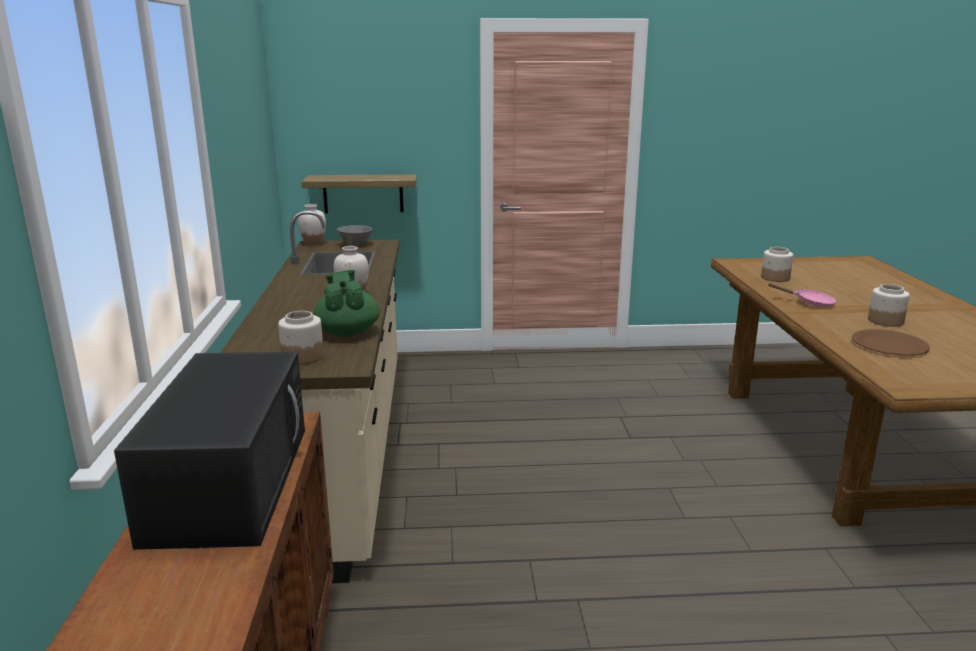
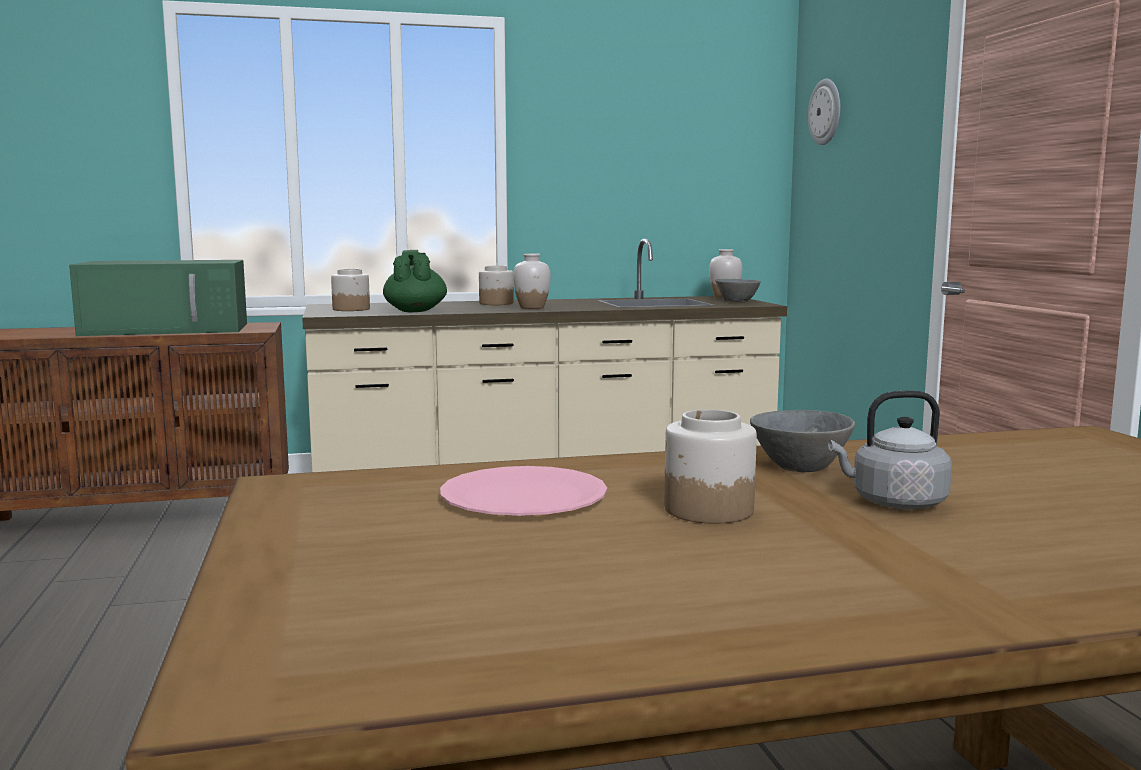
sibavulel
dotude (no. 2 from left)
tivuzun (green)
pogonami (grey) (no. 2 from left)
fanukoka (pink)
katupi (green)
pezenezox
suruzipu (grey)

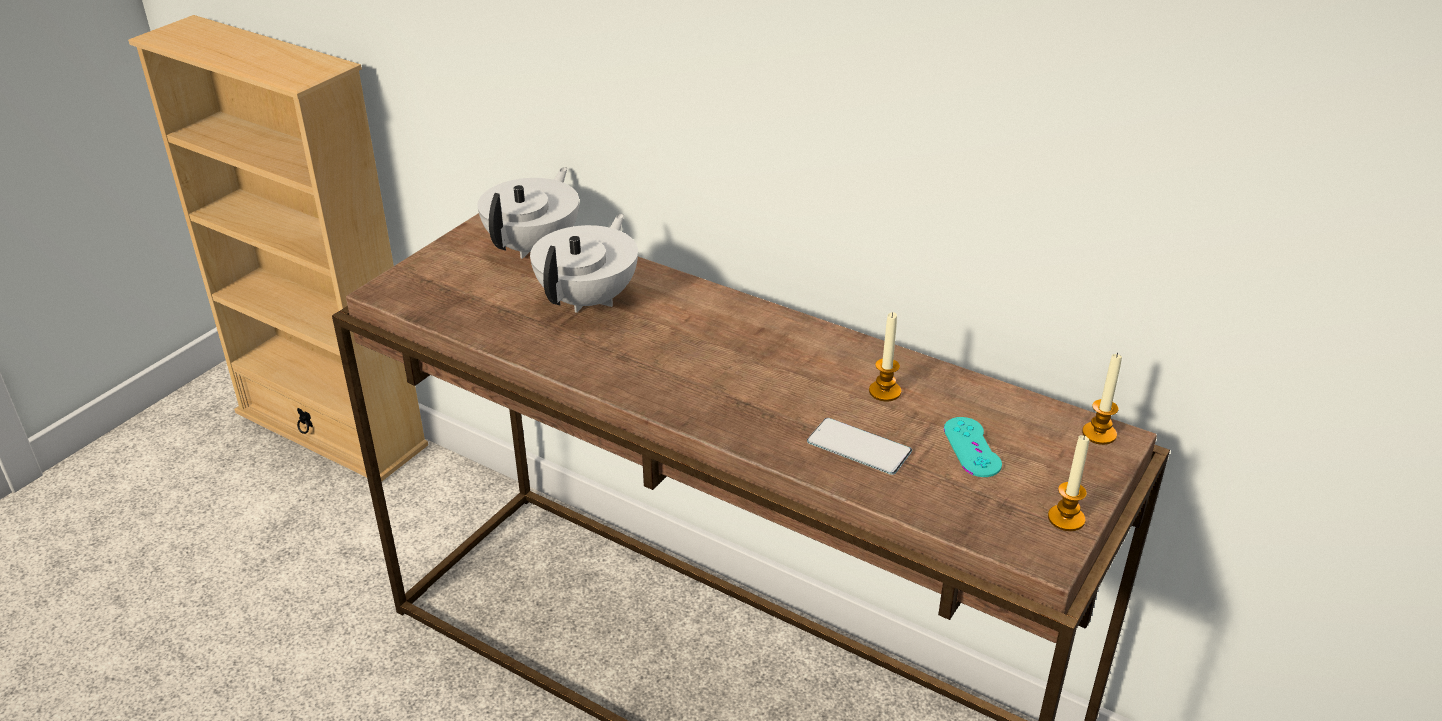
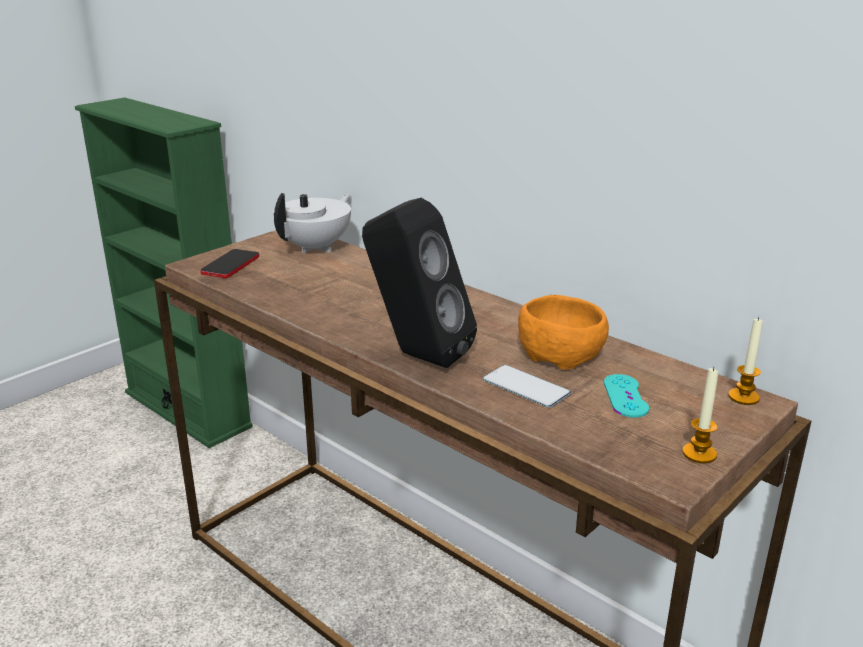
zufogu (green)
tivuzun (white) (no. 2 from left in the first image)
pogonami (orange)
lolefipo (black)
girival (no. 1 from left)

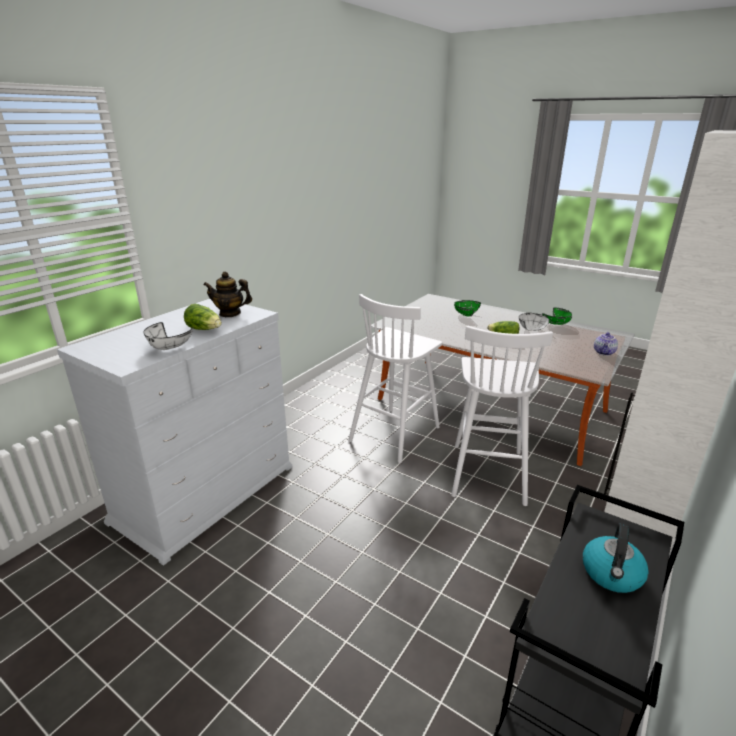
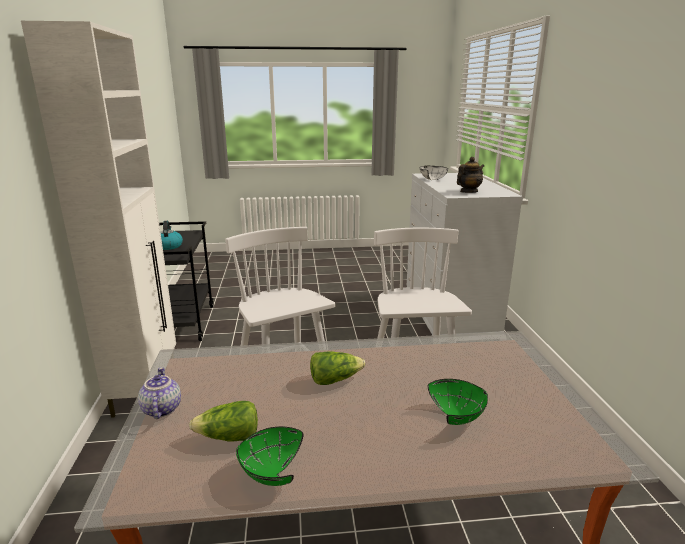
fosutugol (no. 1 from left)
pogonami (white) (no. 2 from left in the first image)

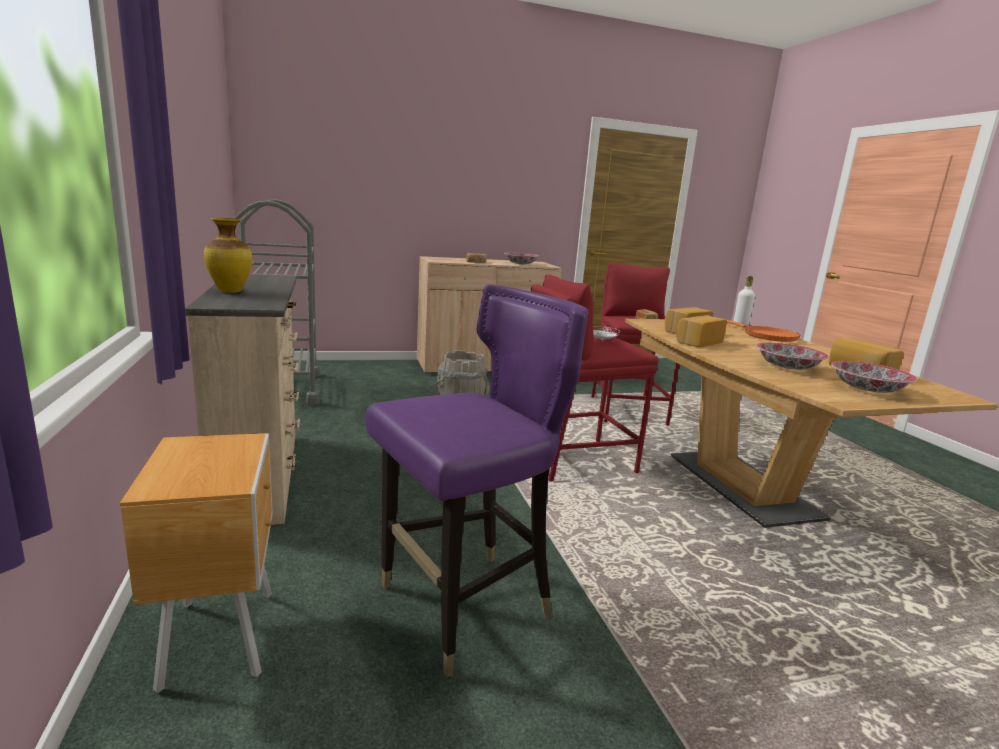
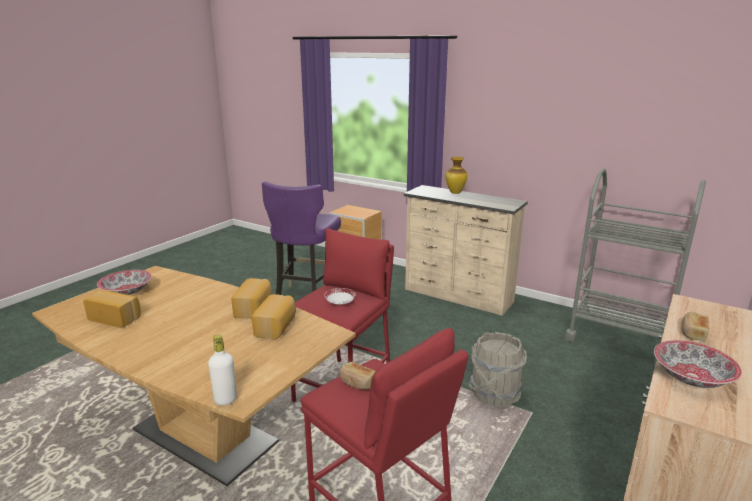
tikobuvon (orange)
pogonami (no. 2 from left in the first image)

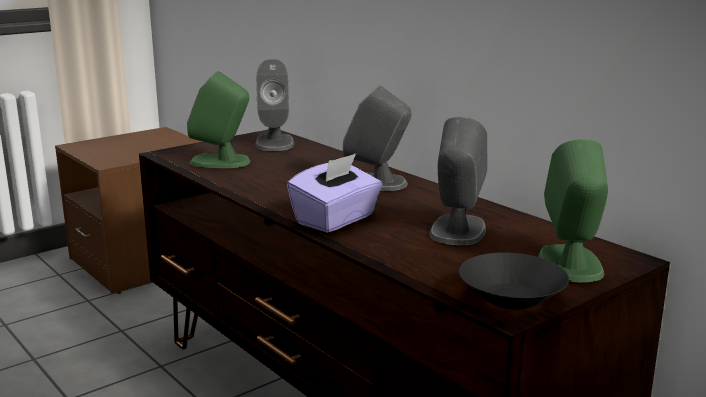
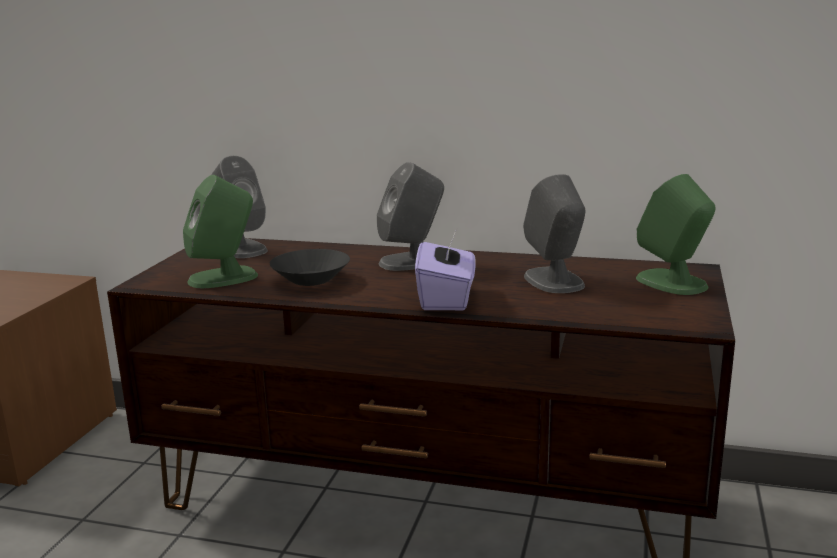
pogonami (black)

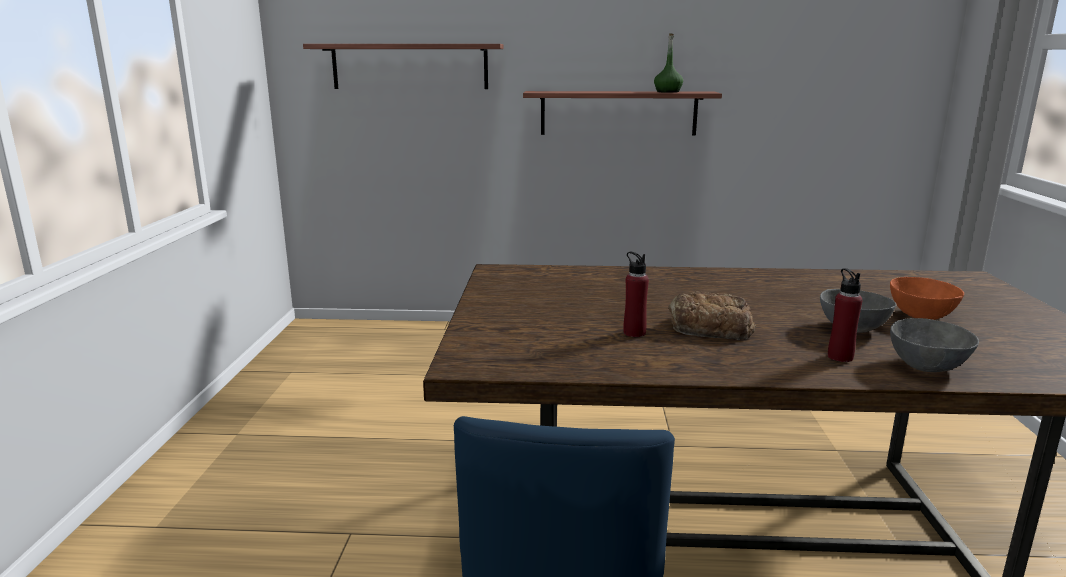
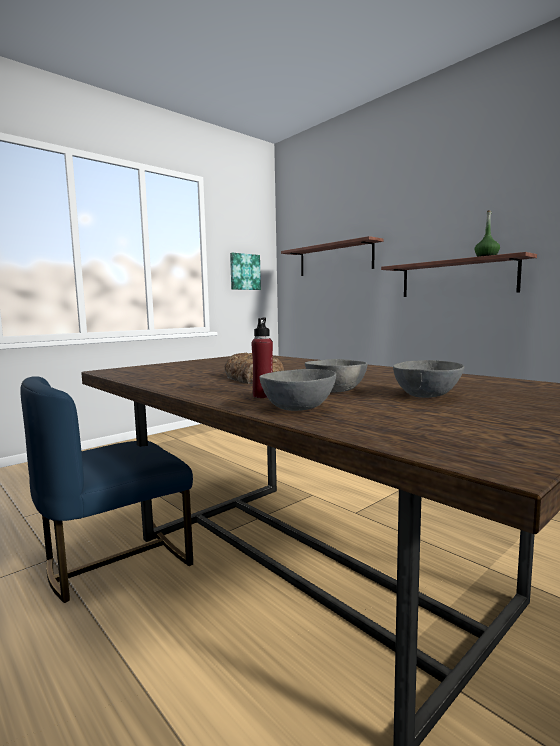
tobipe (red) (no. 1 from left in the first image)
pogonami (grey) (no. 3 from left)
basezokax

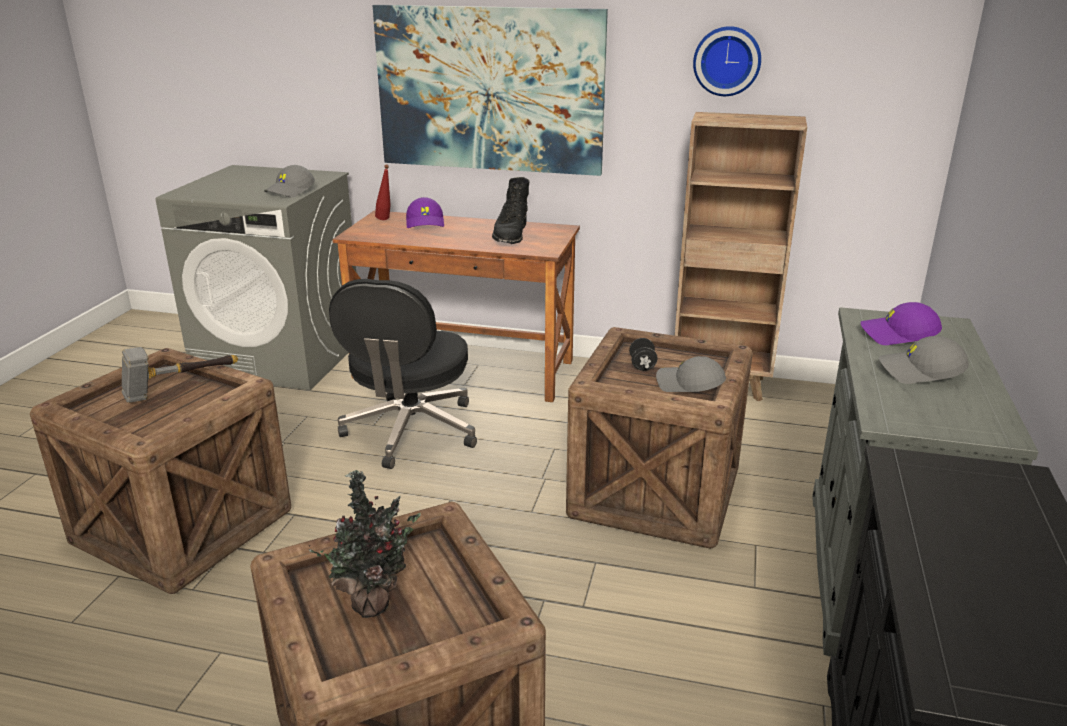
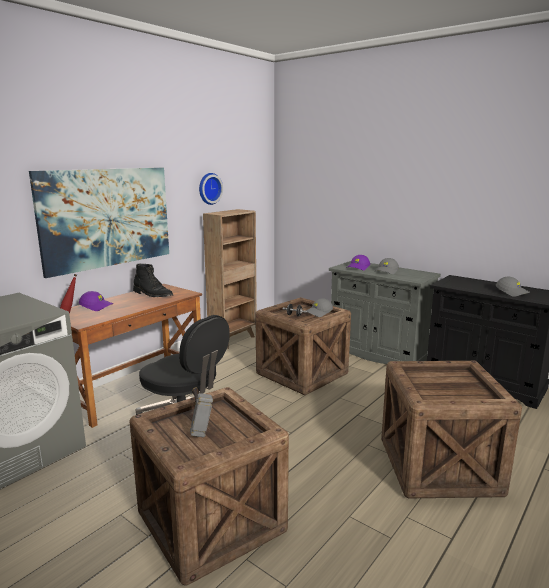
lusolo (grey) (no. 3 from left)
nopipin

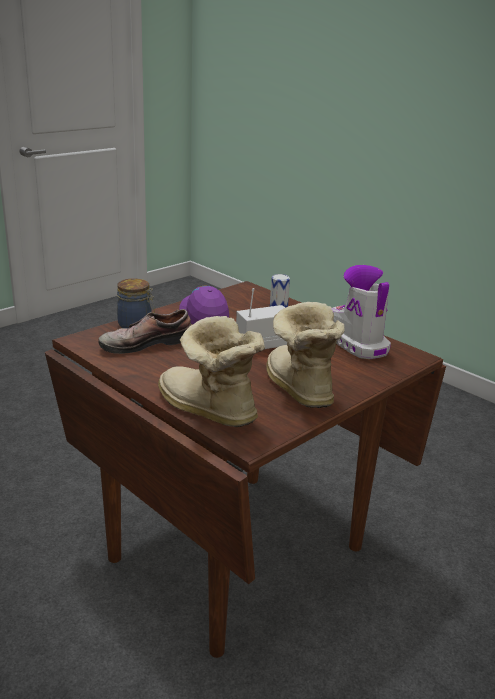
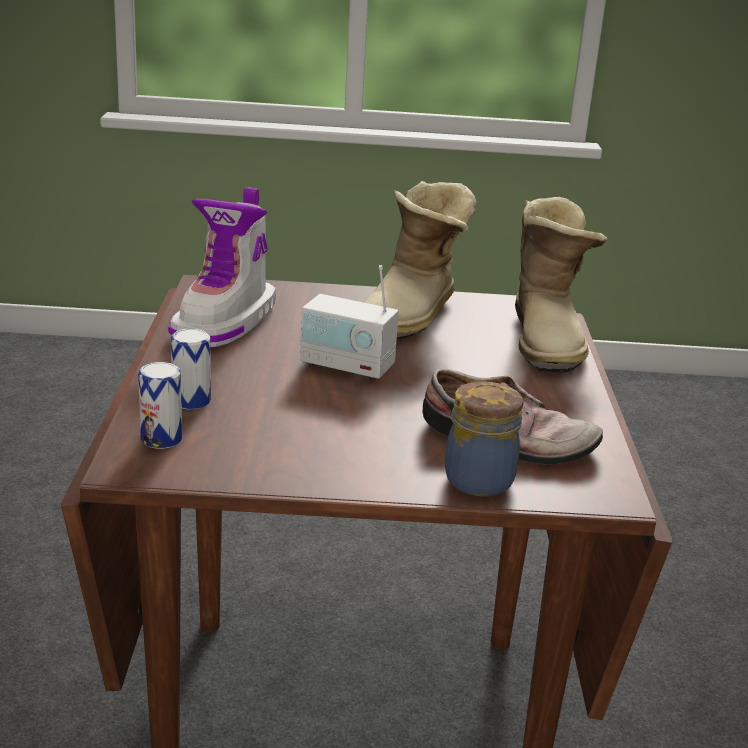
lusolo (purple)
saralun (no. 1 from left)

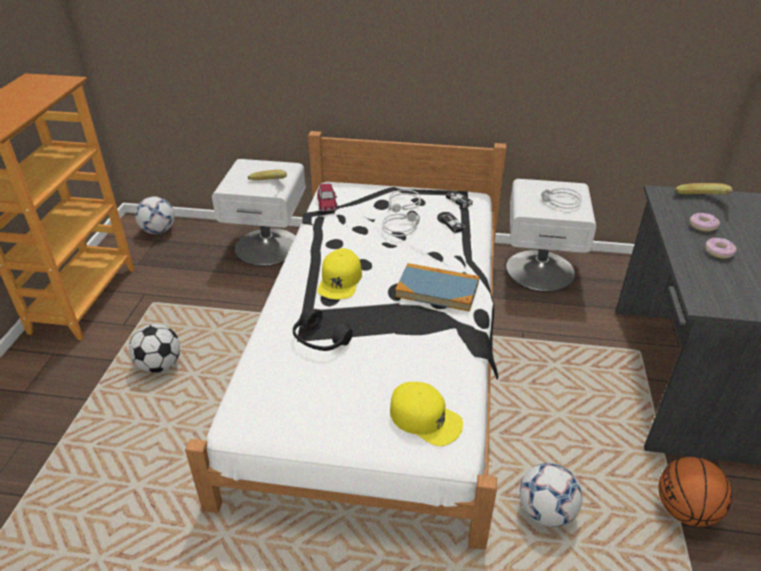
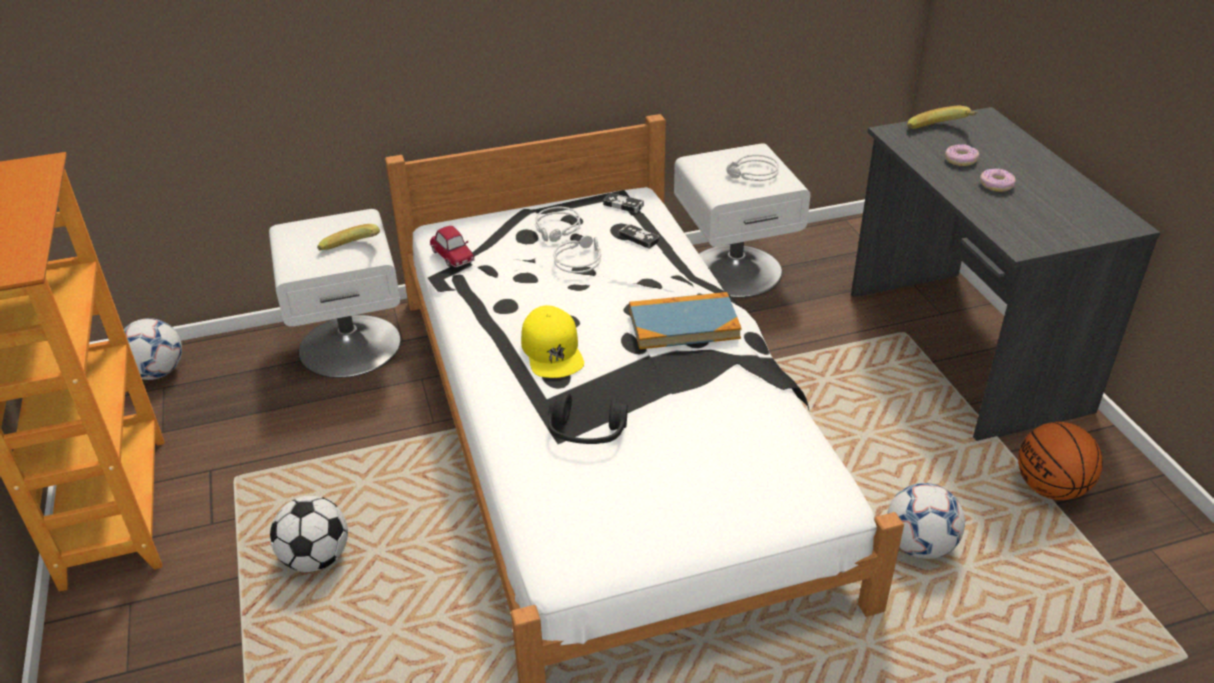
lusolo (yellow) (no. 2 from left in the first image)

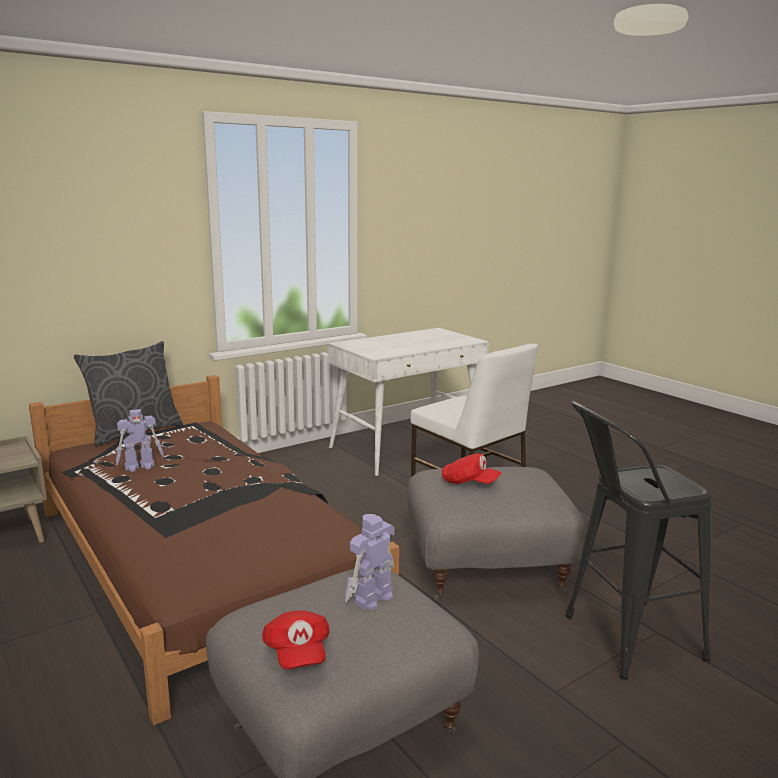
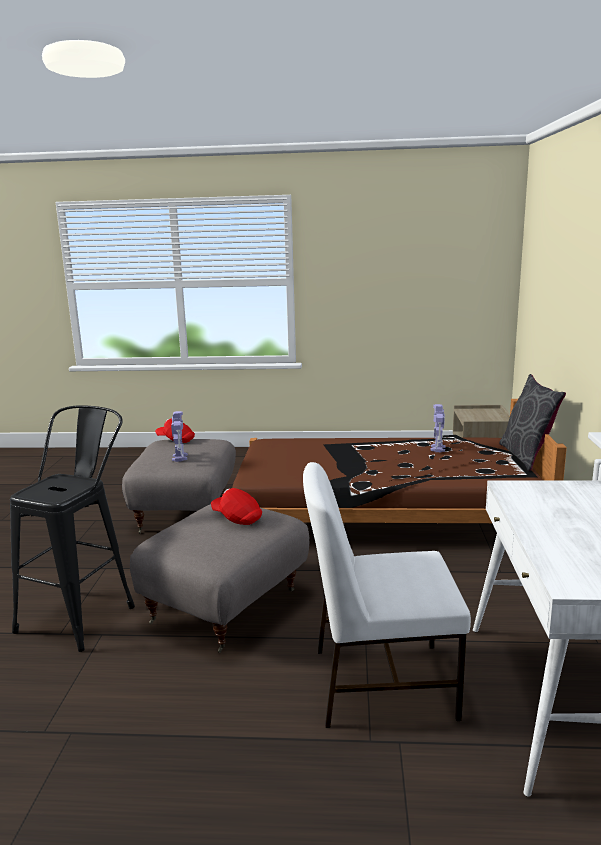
lusolo (red) (no. 2 from left)

